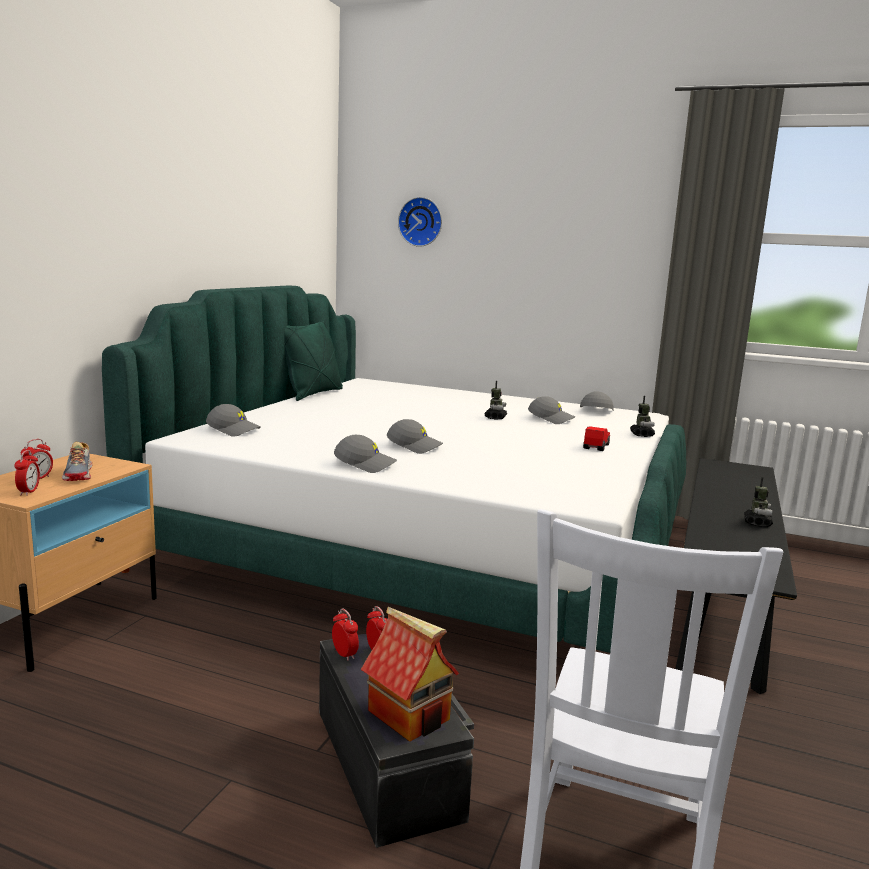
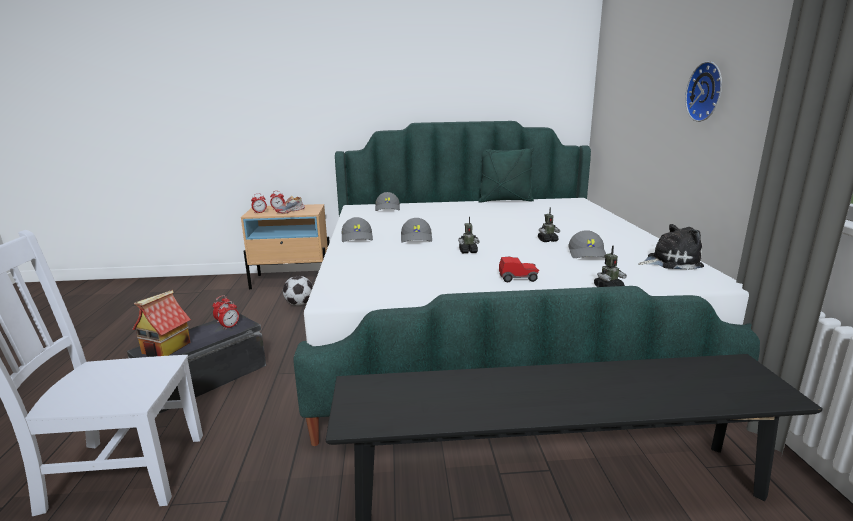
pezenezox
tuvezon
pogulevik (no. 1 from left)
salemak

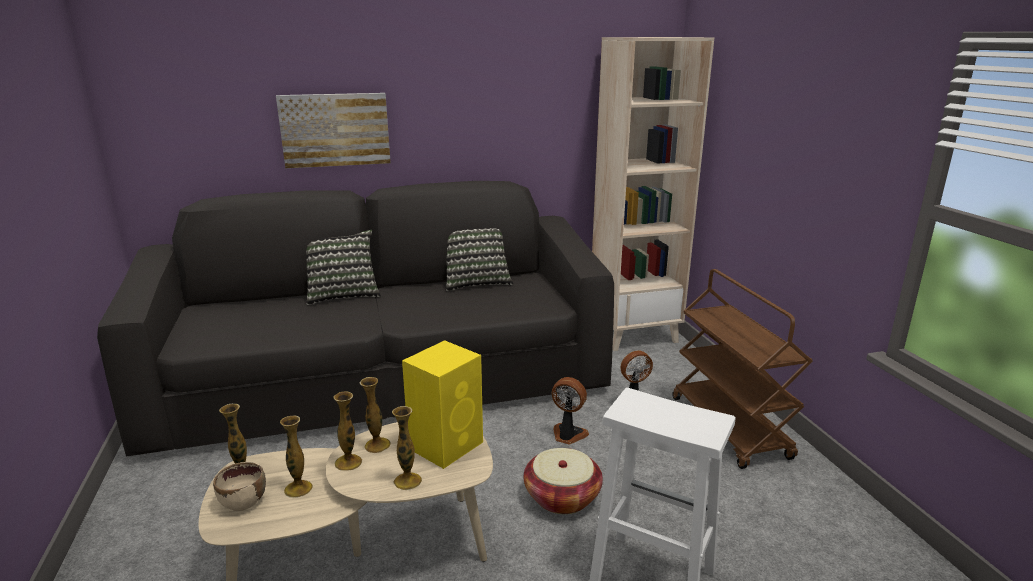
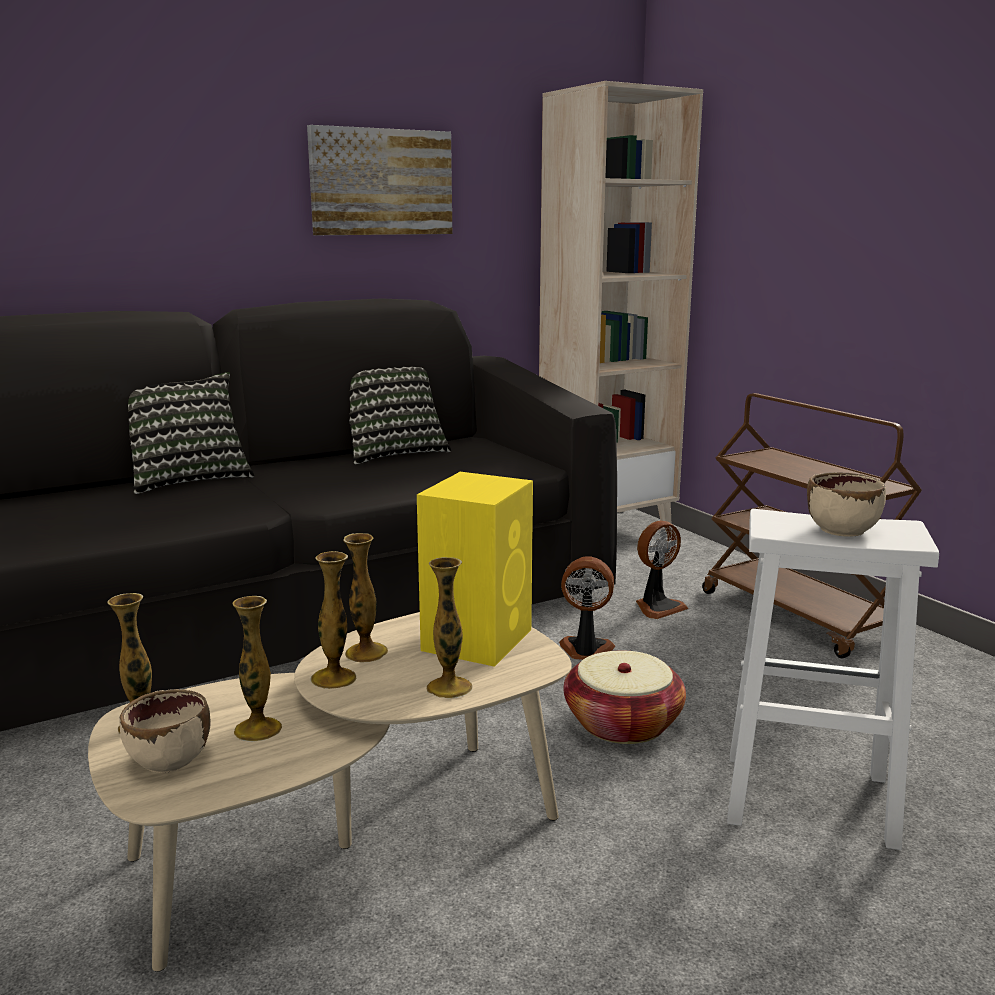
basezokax
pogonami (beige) (no. 2 from left)

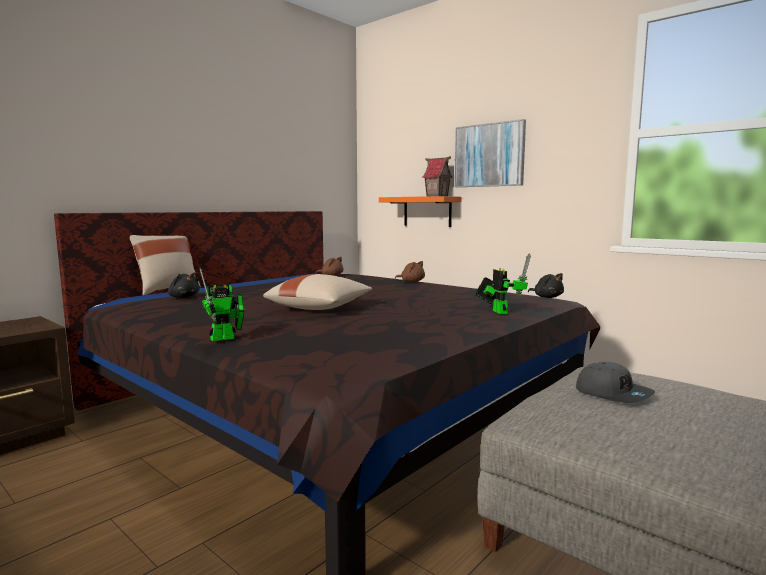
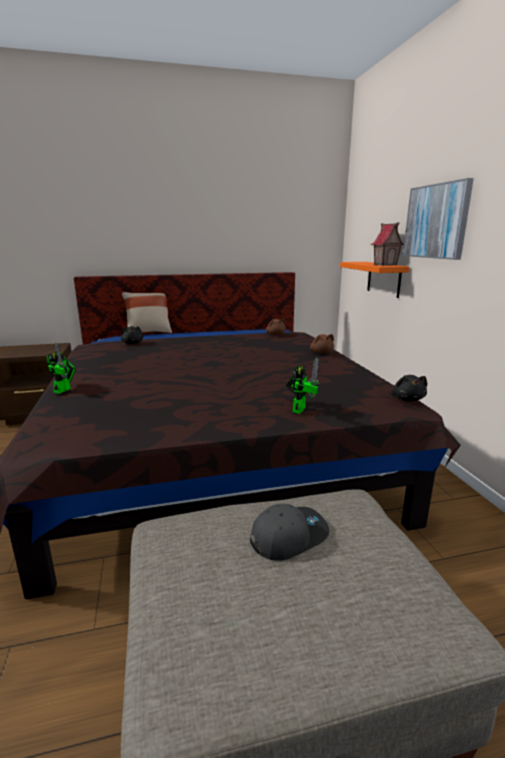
pogulevik (no. 1 from left)
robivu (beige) (no. 2 from left in the first image)
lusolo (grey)

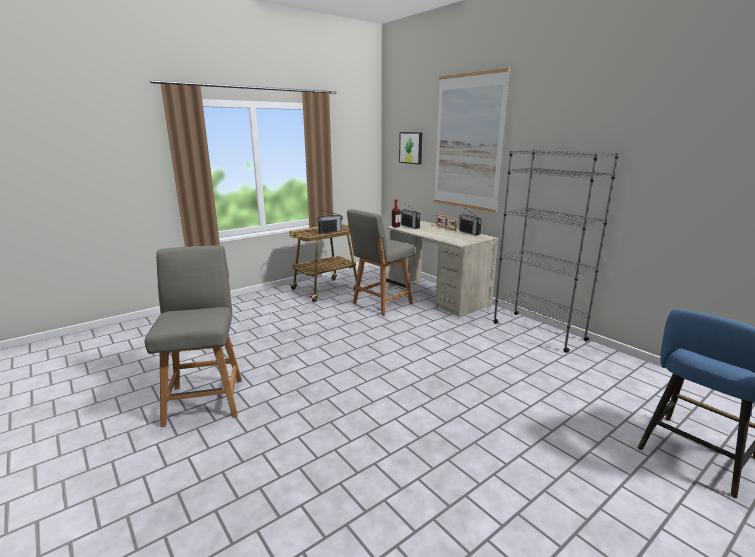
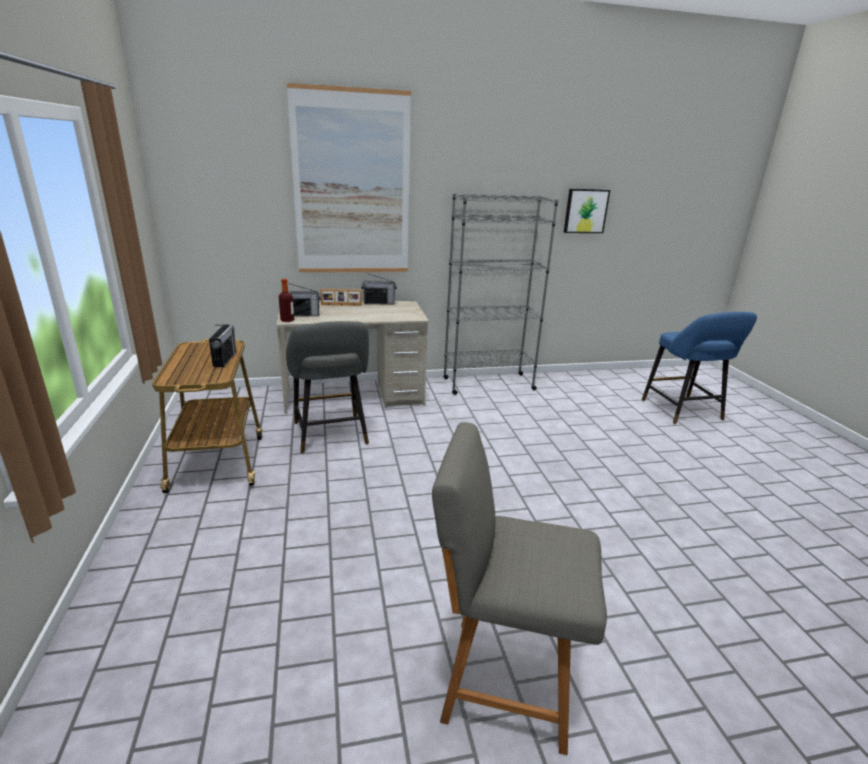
basezokax (no. 2 from left)
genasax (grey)

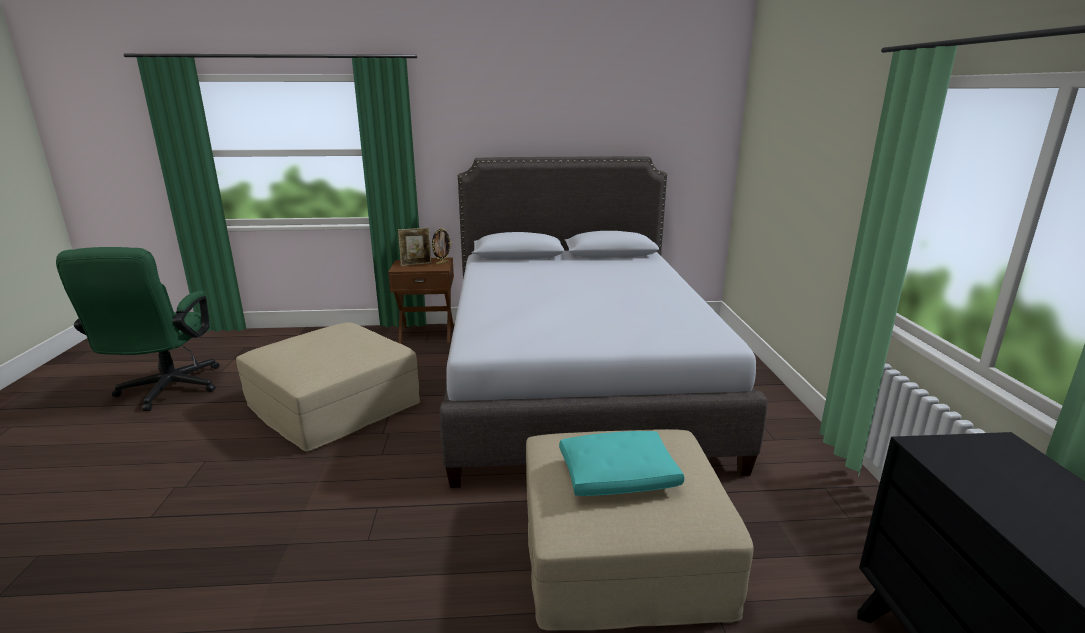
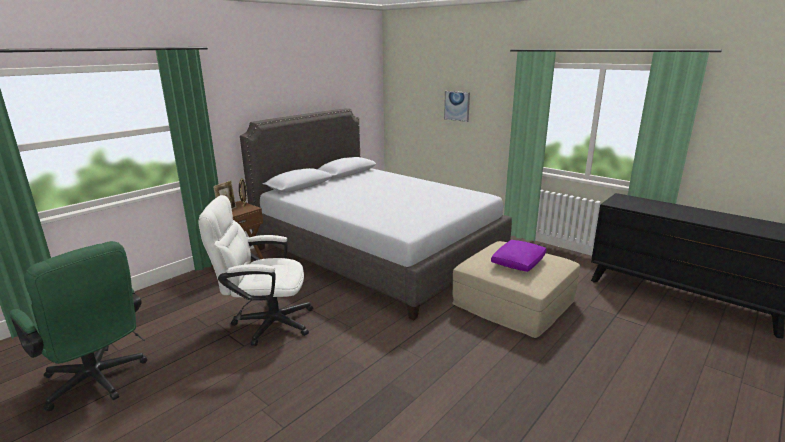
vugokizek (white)
robivu (purple)
basezokax

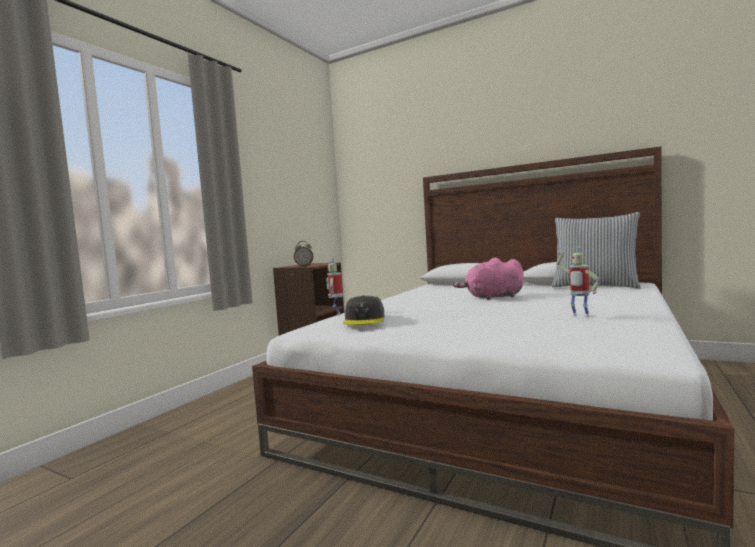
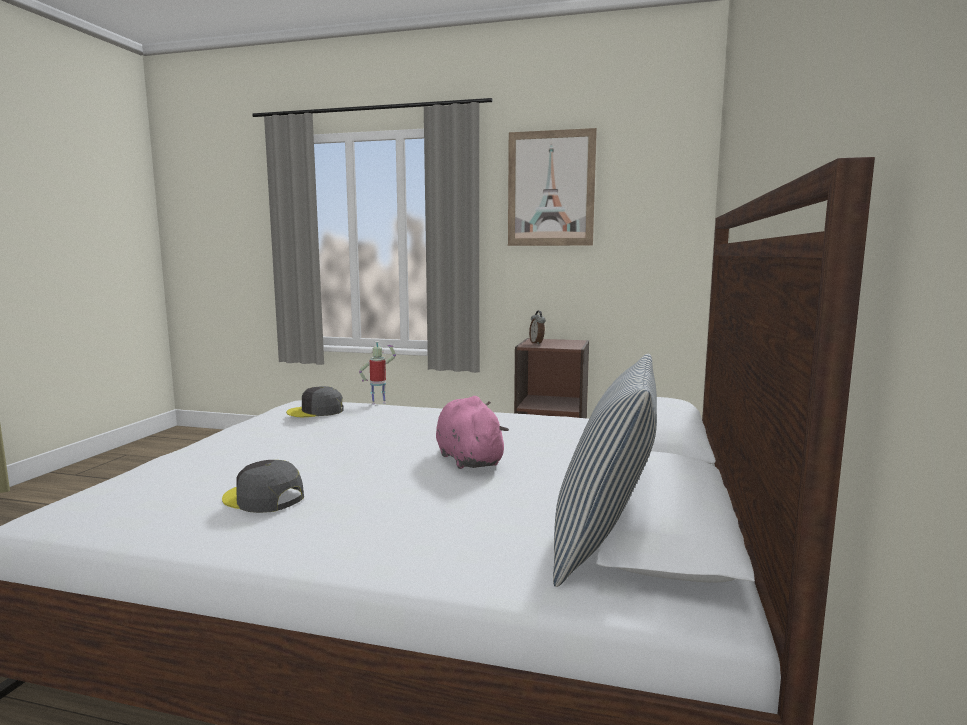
lusolo (grey) (no. 1 from left)
basezokax

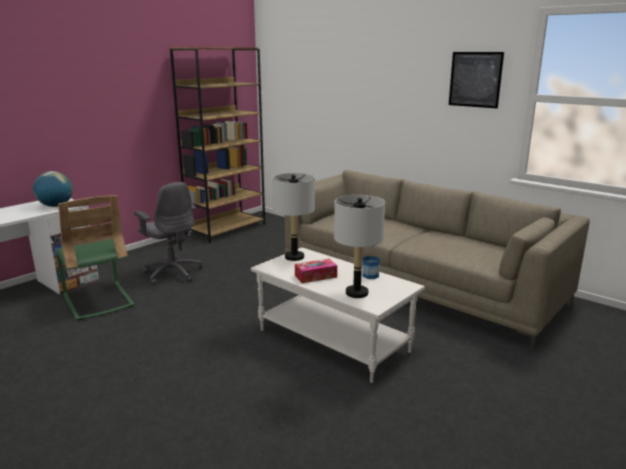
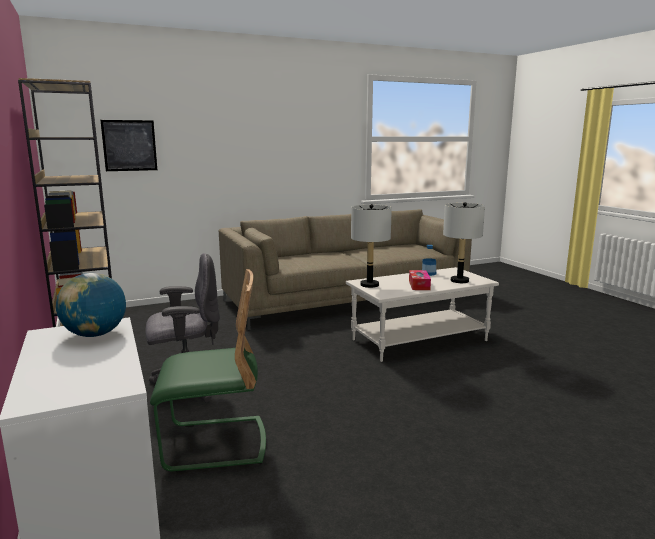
basezokax

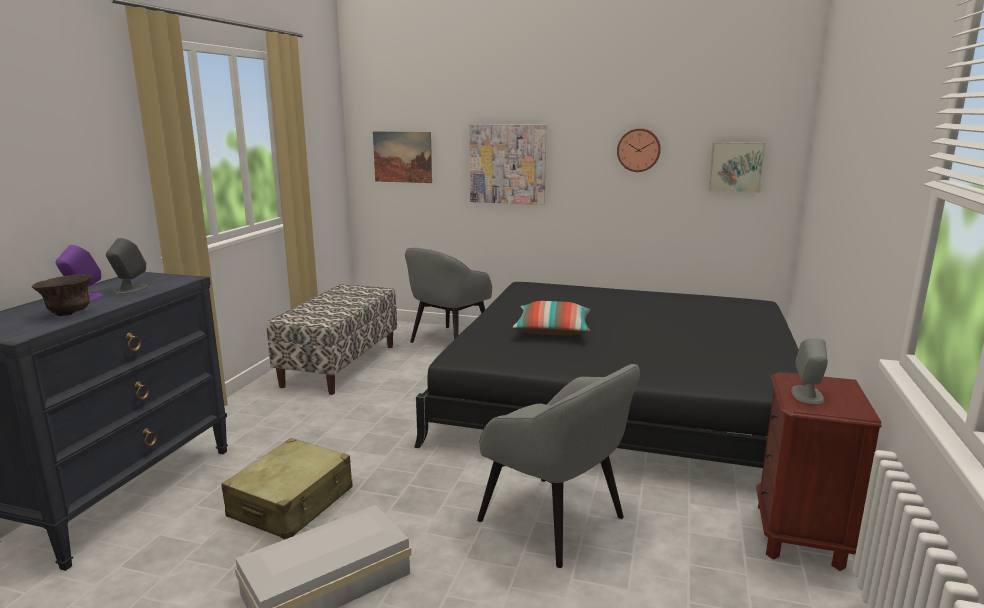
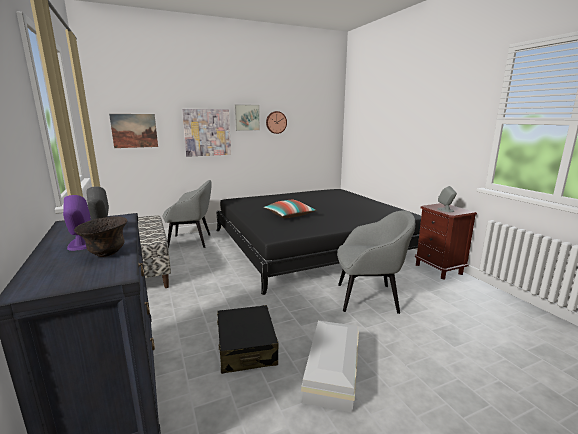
basezokax (no. 3 from left)
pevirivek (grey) (no. 1 from left)
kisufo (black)

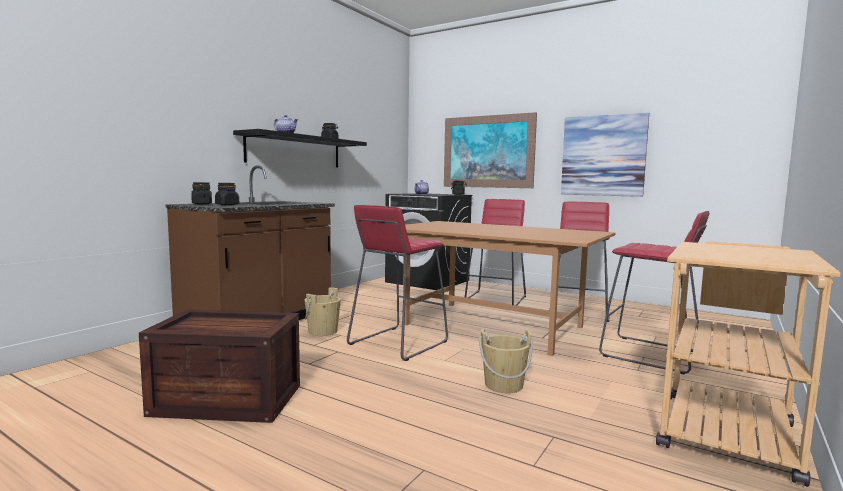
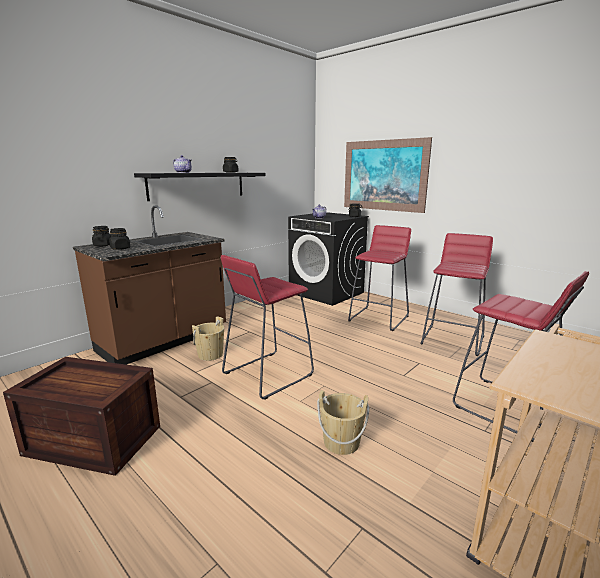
basezokax (no. 2 from left in the first image)
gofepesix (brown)

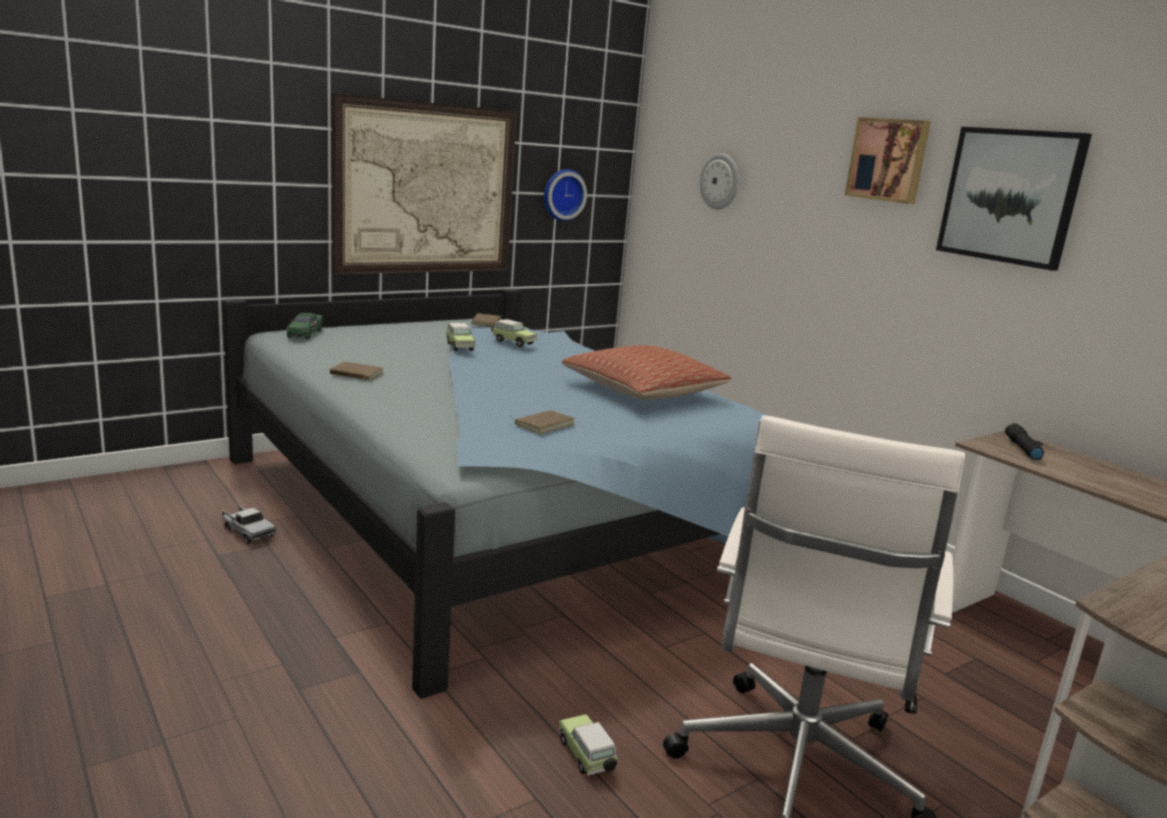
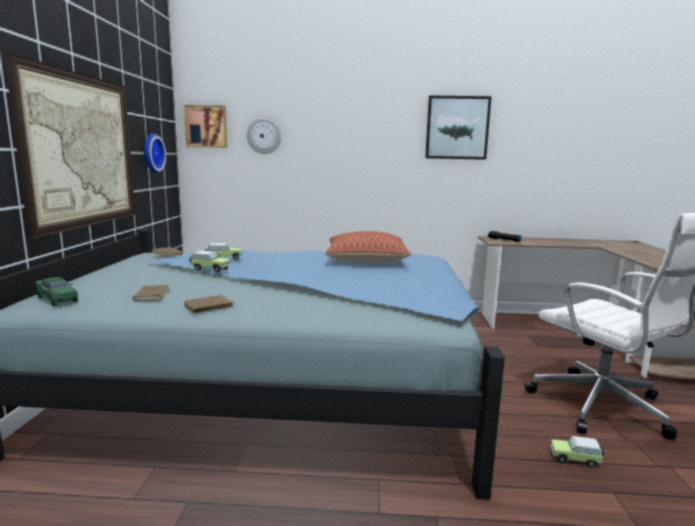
basezokax (no. 2 from left)
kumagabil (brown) (no. 1 from left)
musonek

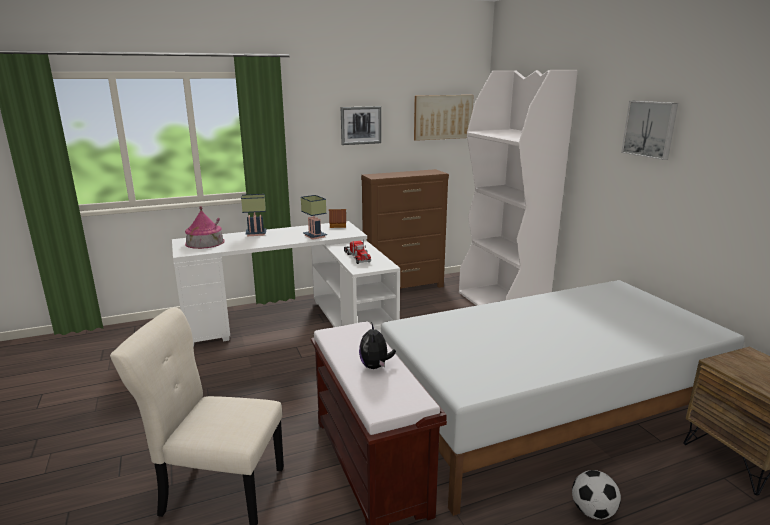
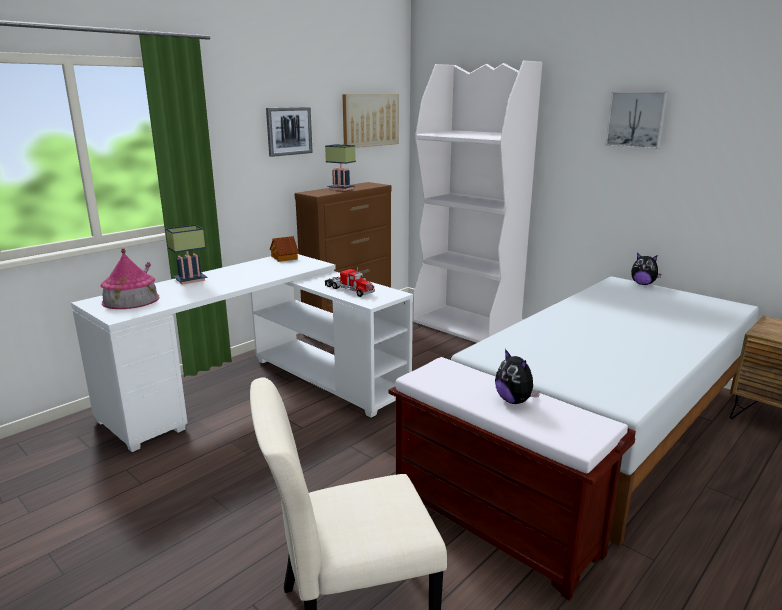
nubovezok (no. 2 from left)
salemak
tuvezon (no. 2 from left)

